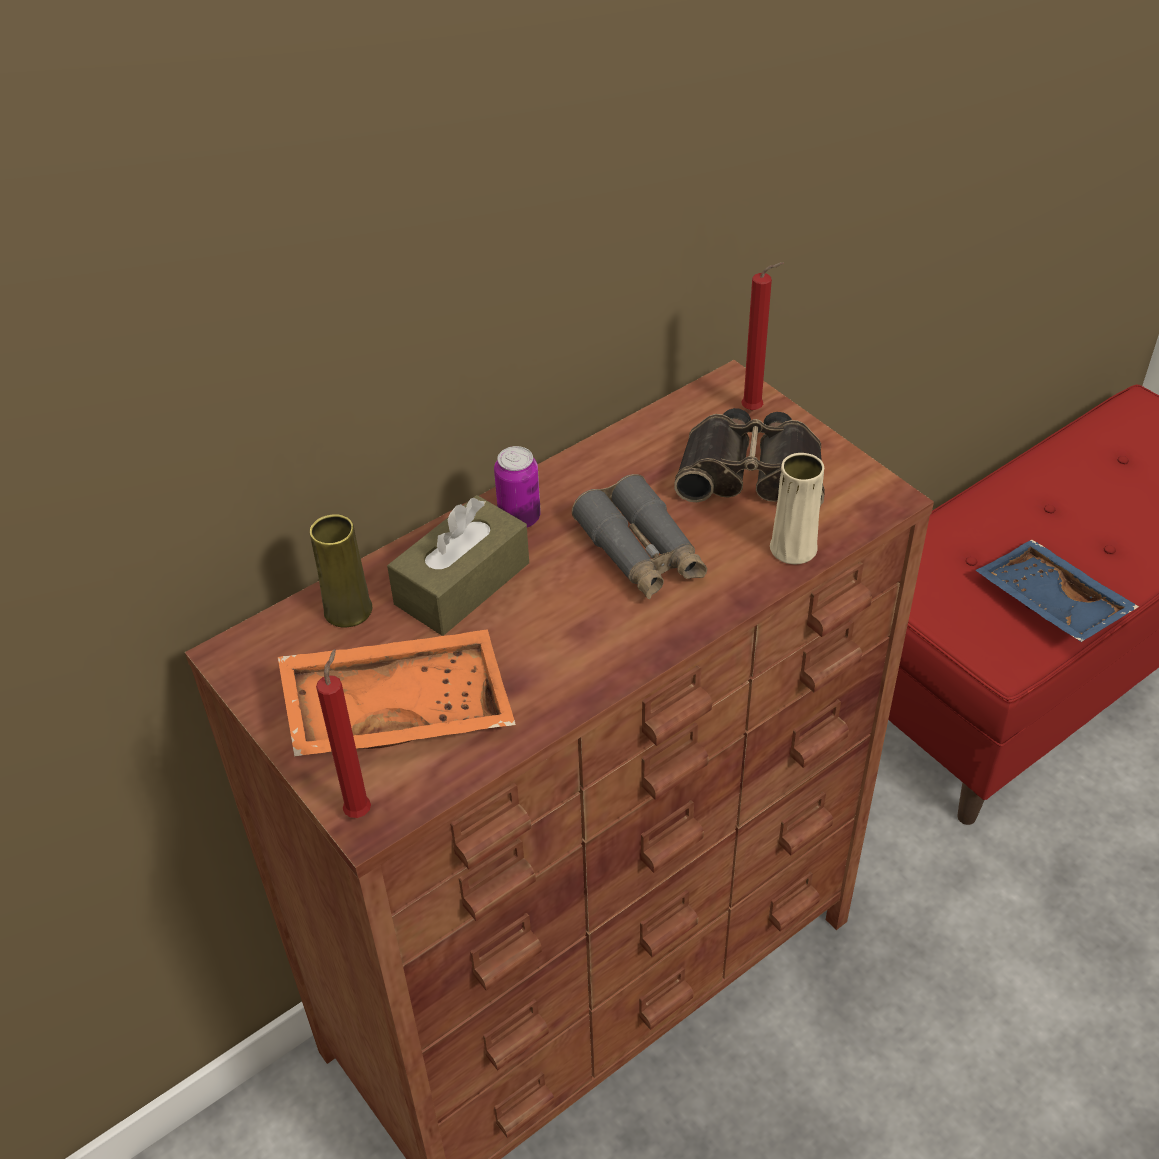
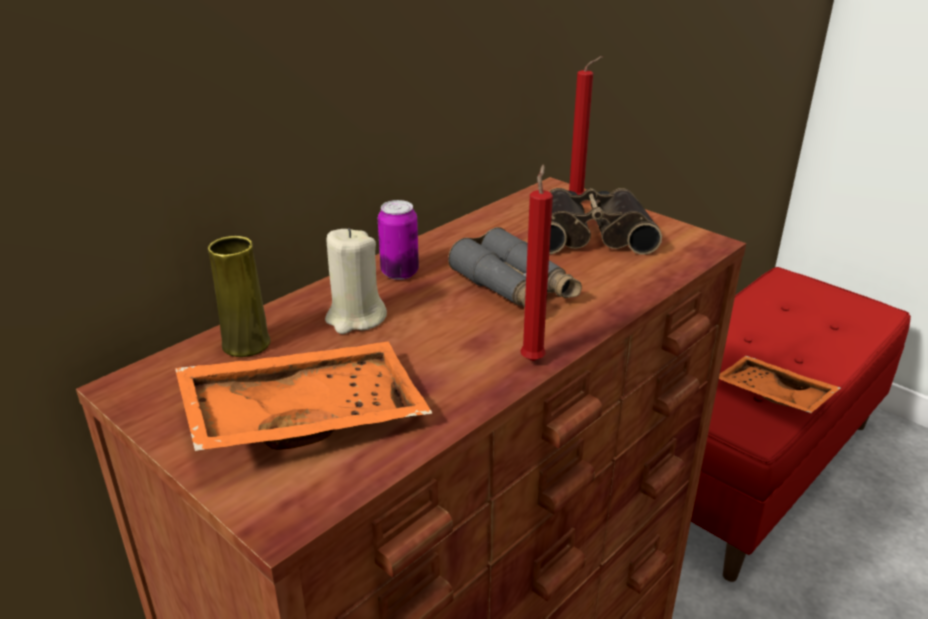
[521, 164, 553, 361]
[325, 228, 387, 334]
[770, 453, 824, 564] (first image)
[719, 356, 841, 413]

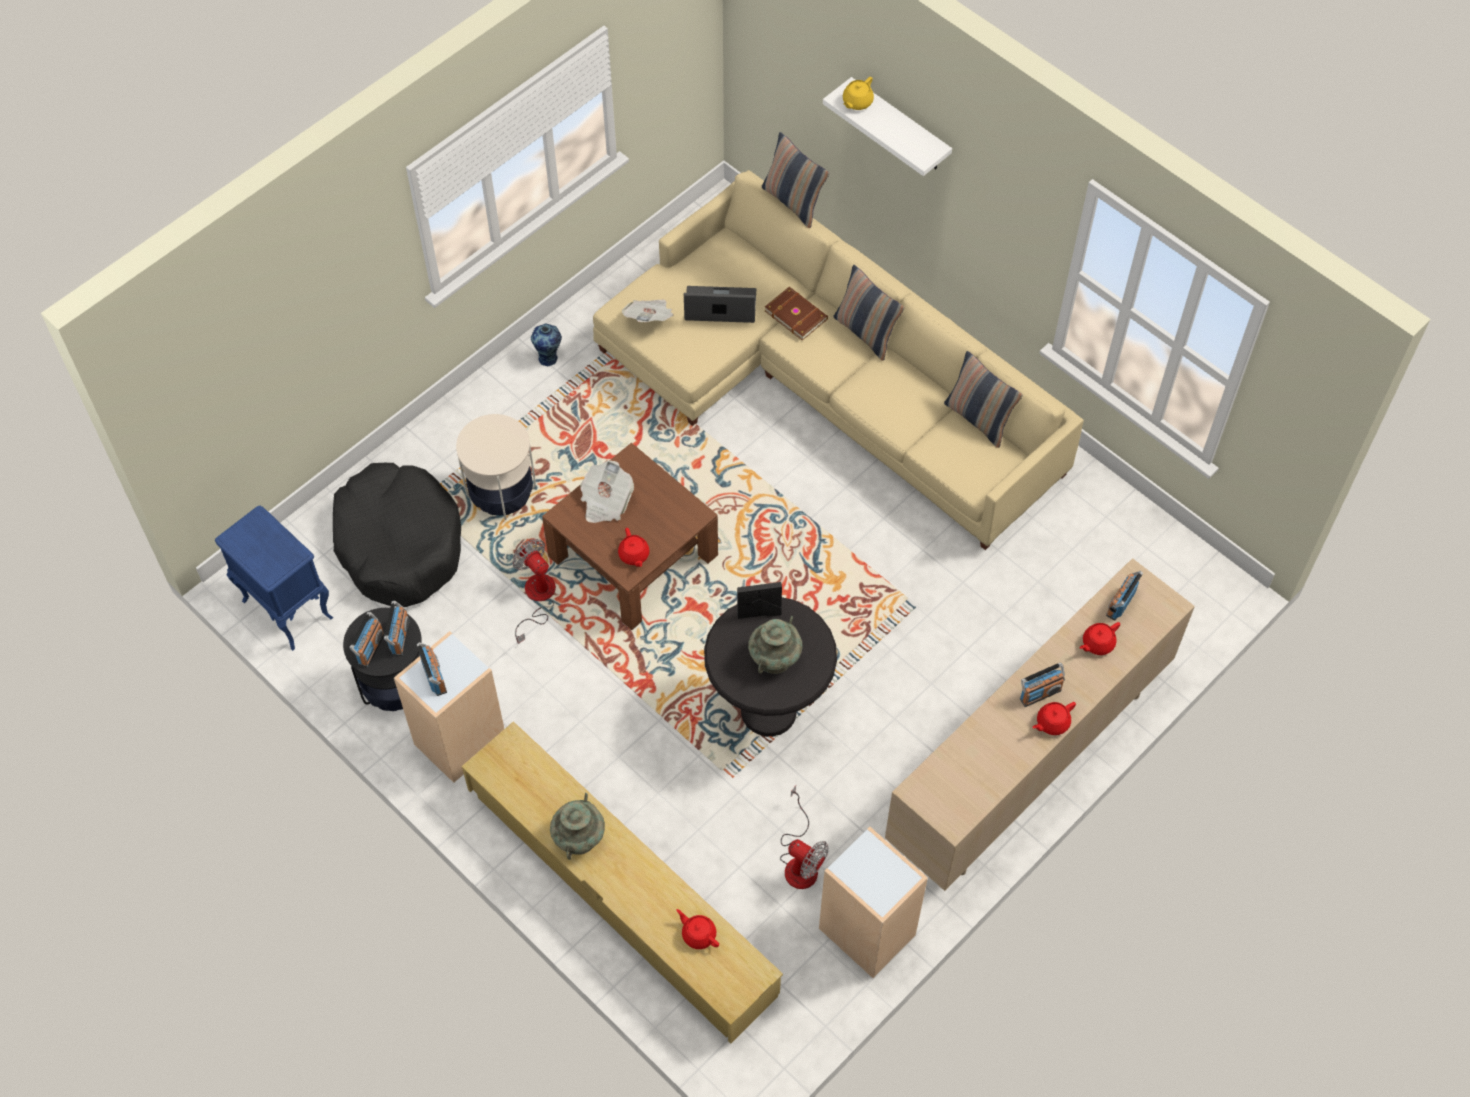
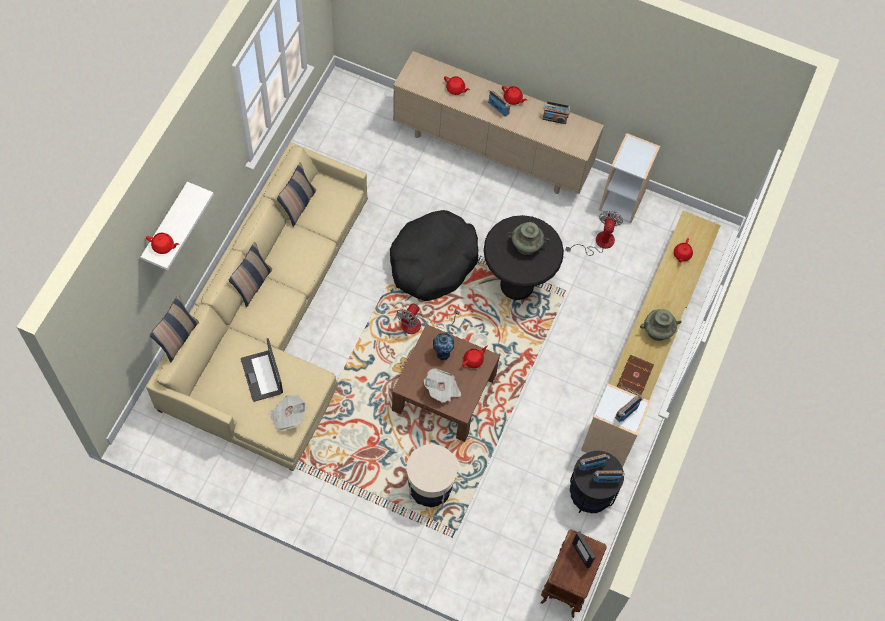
[541, 530, 607, 618]
[390, 210, 478, 301]
[397, 303, 459, 334]
[433, 333, 454, 360]
[572, 531, 595, 569]
[617, 355, 654, 396]
[146, 233, 179, 254]
[542, 101, 570, 124]

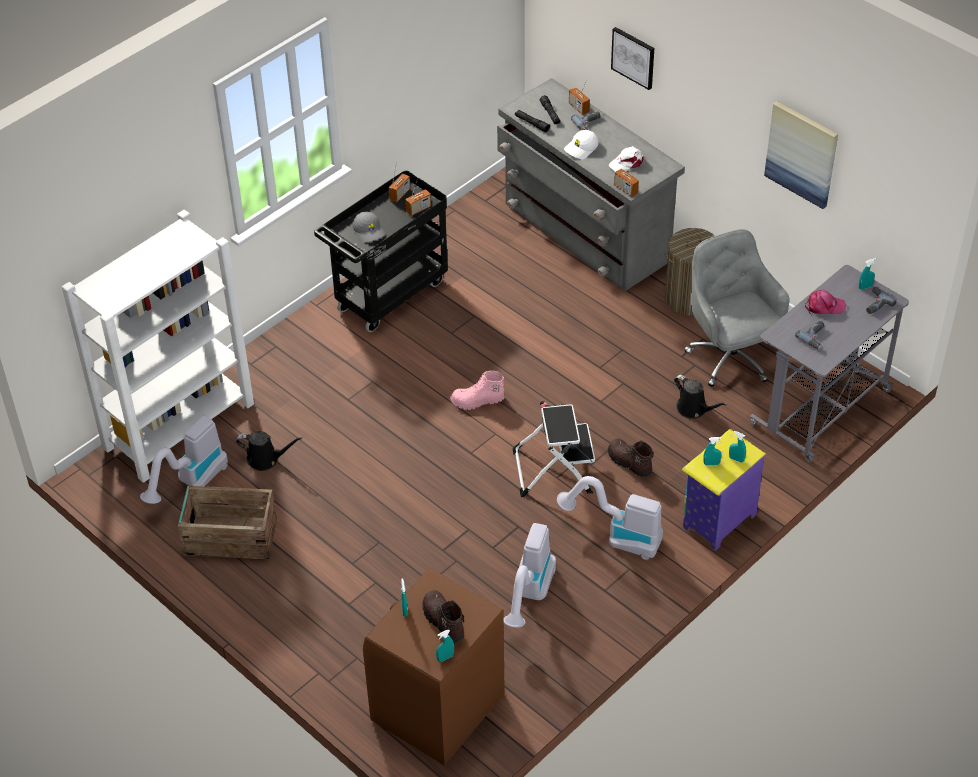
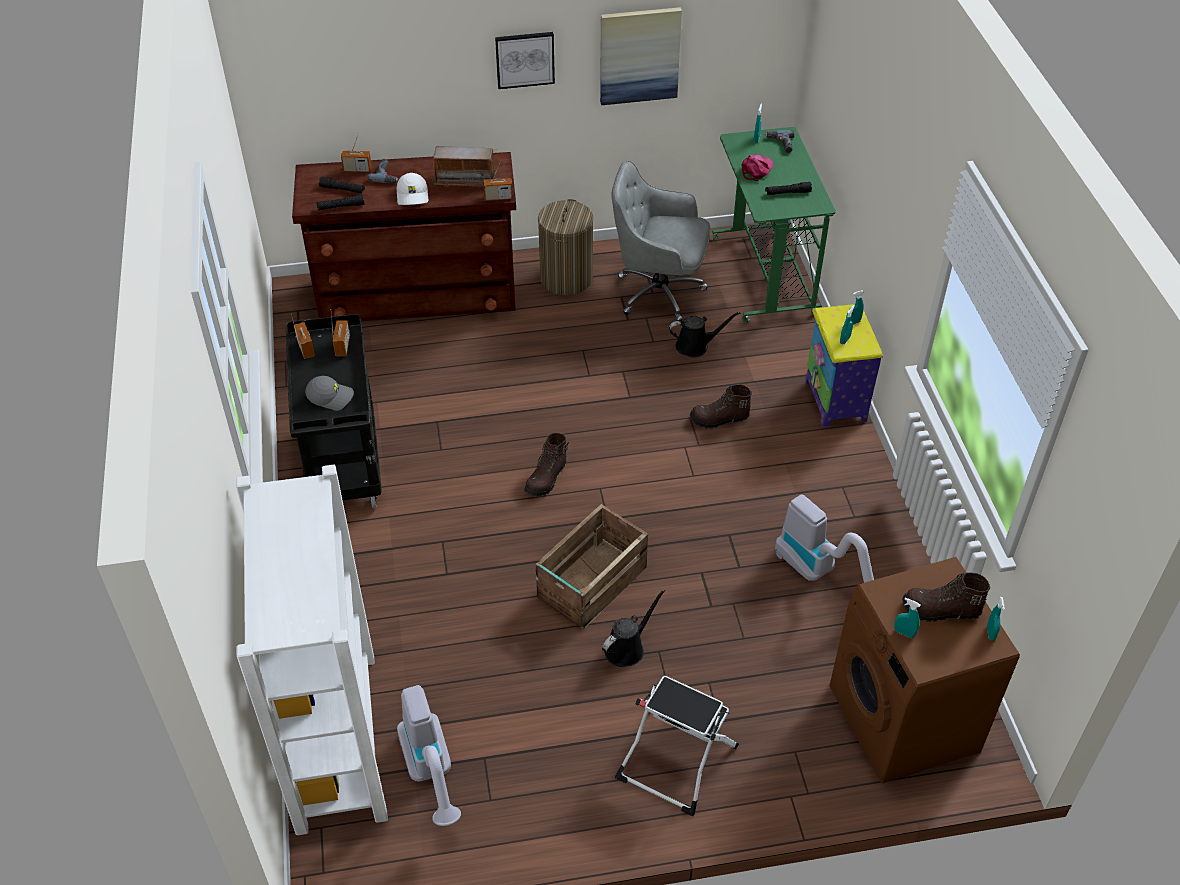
[536, 504, 648, 629]
[602, 589, 665, 667]
[524, 433, 569, 497]
[292, 152, 516, 321]
[615, 676, 739, 816]
[557, 476, 663, 560] (first image)
[432, 146, 496, 187]
[495, 32, 555, 89]
[712, 127, 836, 323]
[765, 182, 812, 195]

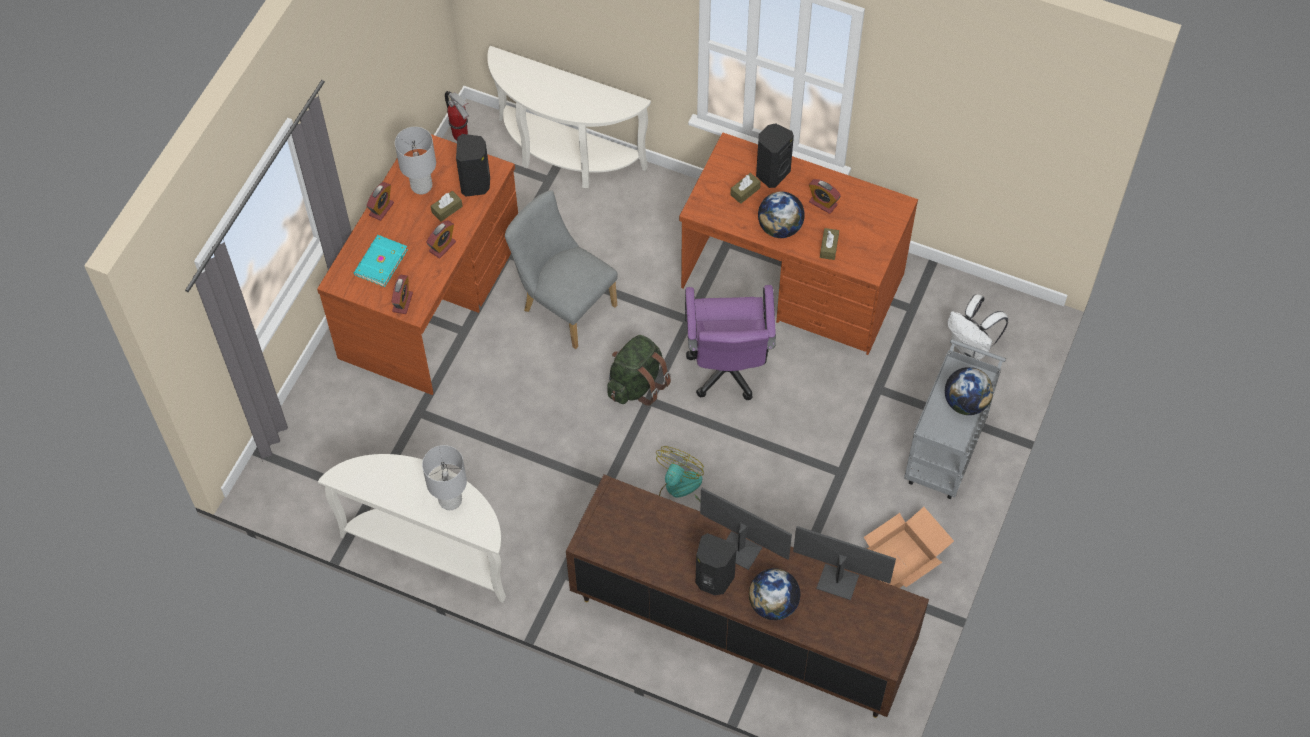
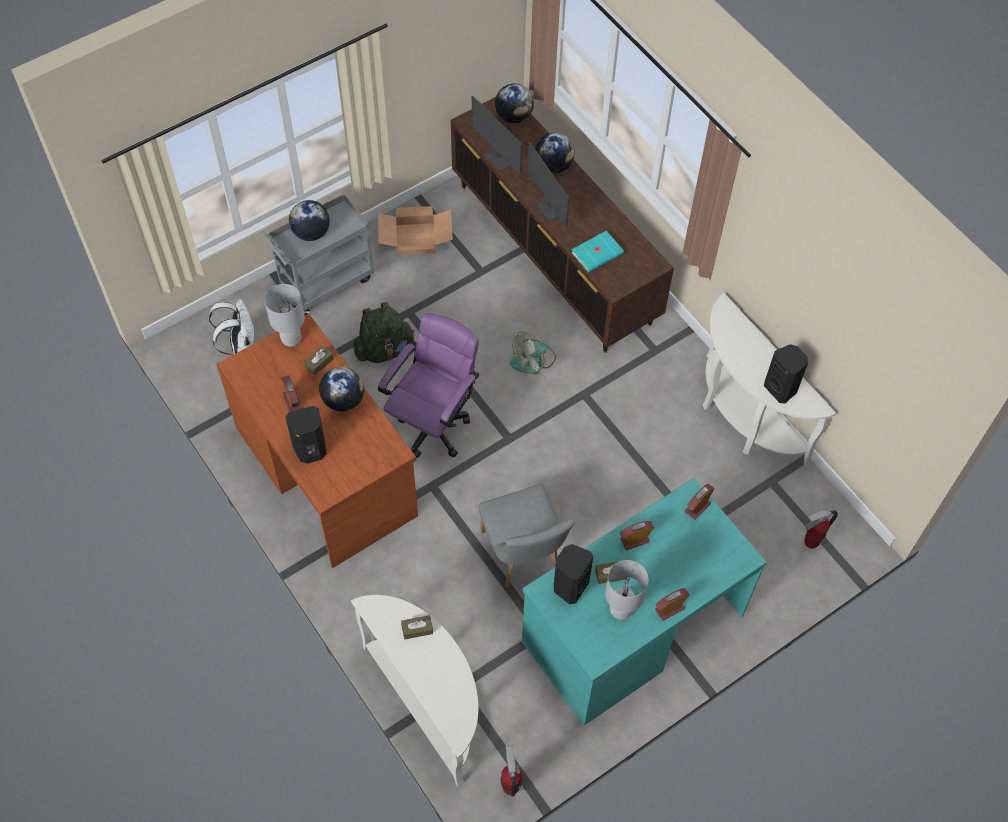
[522, 478, 767, 726]
[572, 231, 624, 273]
[264, 284, 305, 347]
[353, 302, 415, 363]
[764, 344, 808, 403]
[401, 615, 433, 639]
[495, 84, 534, 123]
[804, 510, 838, 549]

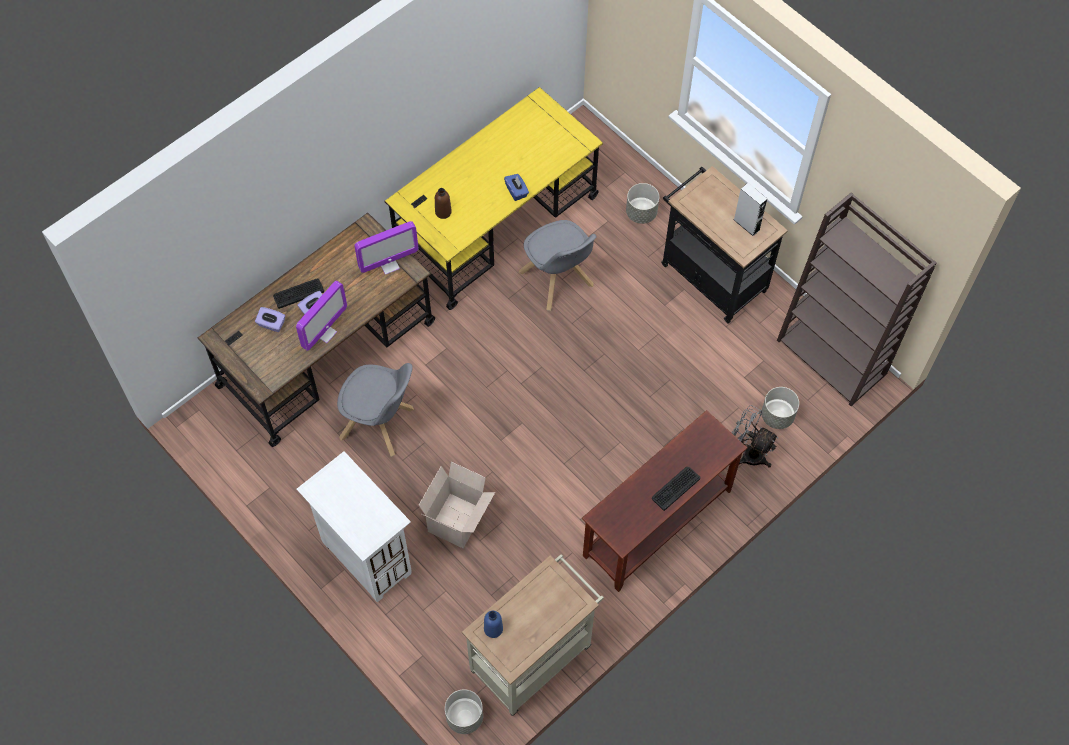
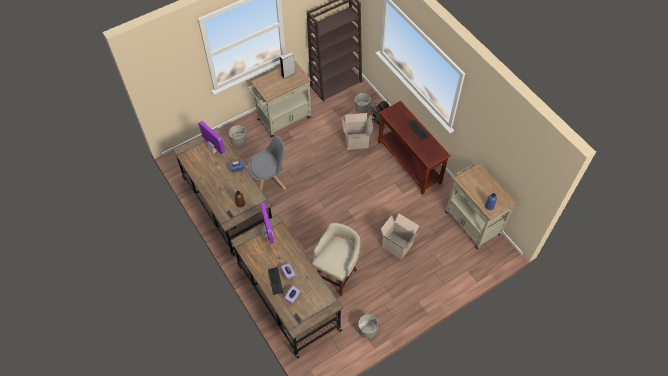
[199, 121, 225, 154]
[297, 451, 412, 602] (first image)
[312, 223, 360, 297]
[172, 128, 272, 256]
[358, 315, 378, 339]
[248, 61, 311, 138]
[342, 113, 373, 150]

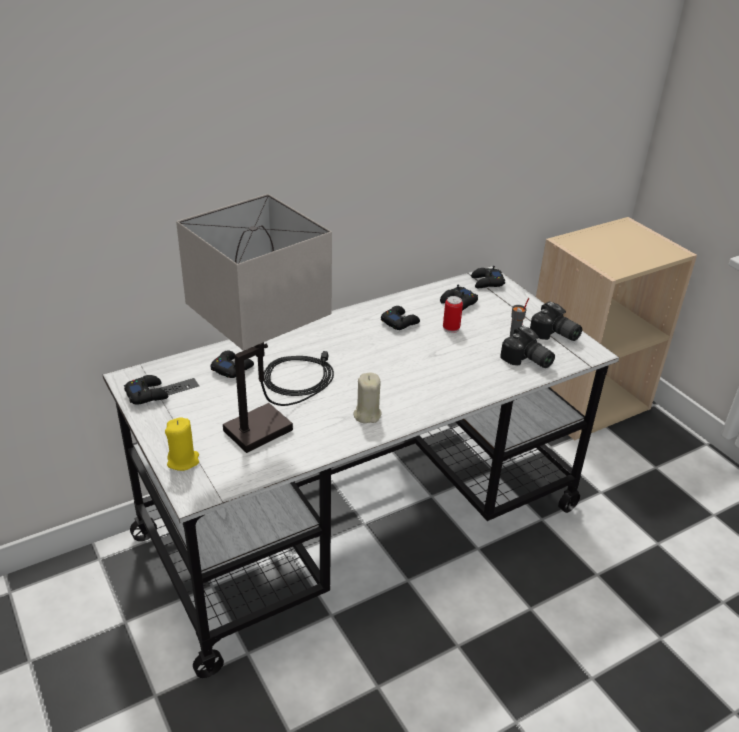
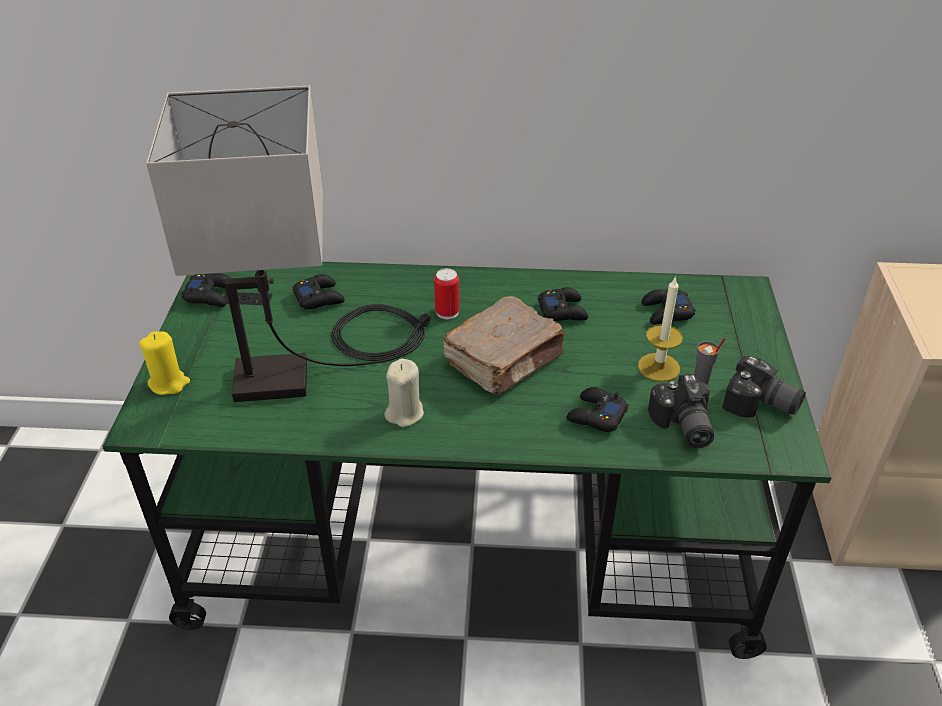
[103, 262, 832, 659]
[434, 268, 459, 319]
[566, 387, 629, 432]
[722, 356, 806, 418]
[443, 296, 565, 394]
[638, 276, 683, 382]

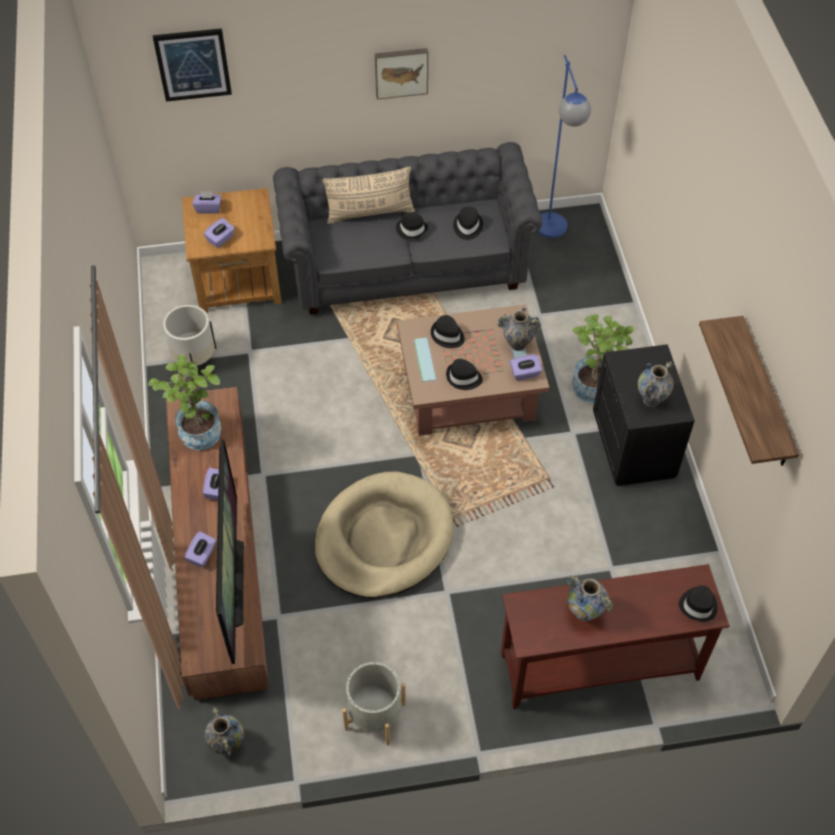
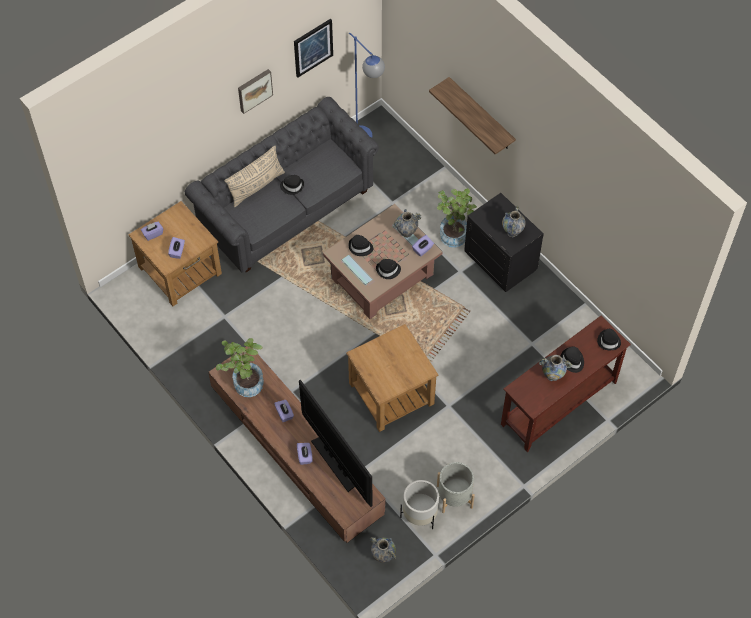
[294, 19, 333, 77]
[400, 480, 439, 530]
[346, 324, 438, 432]
[561, 347, 584, 373]
[429, 77, 516, 155]

